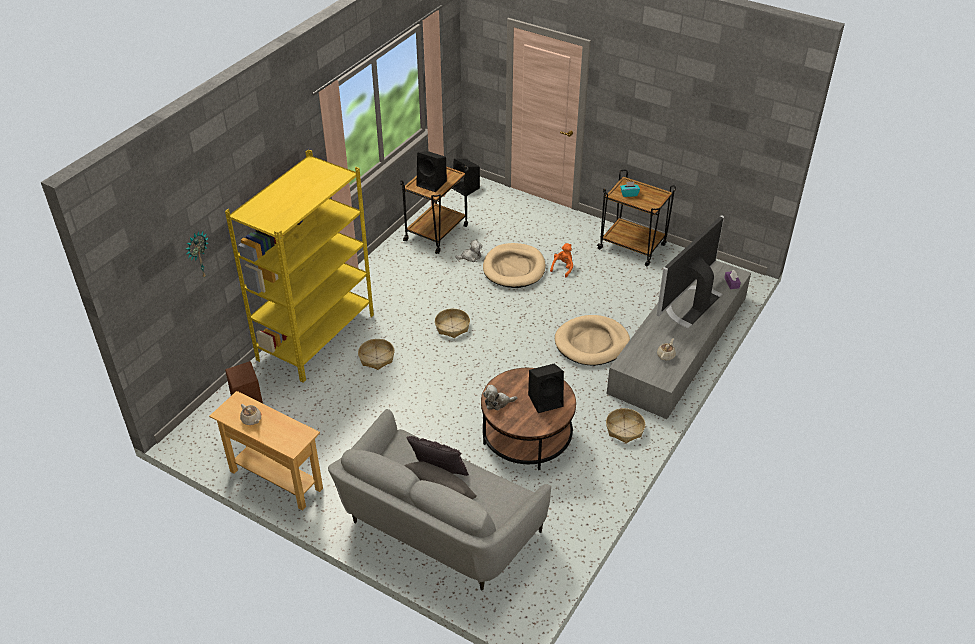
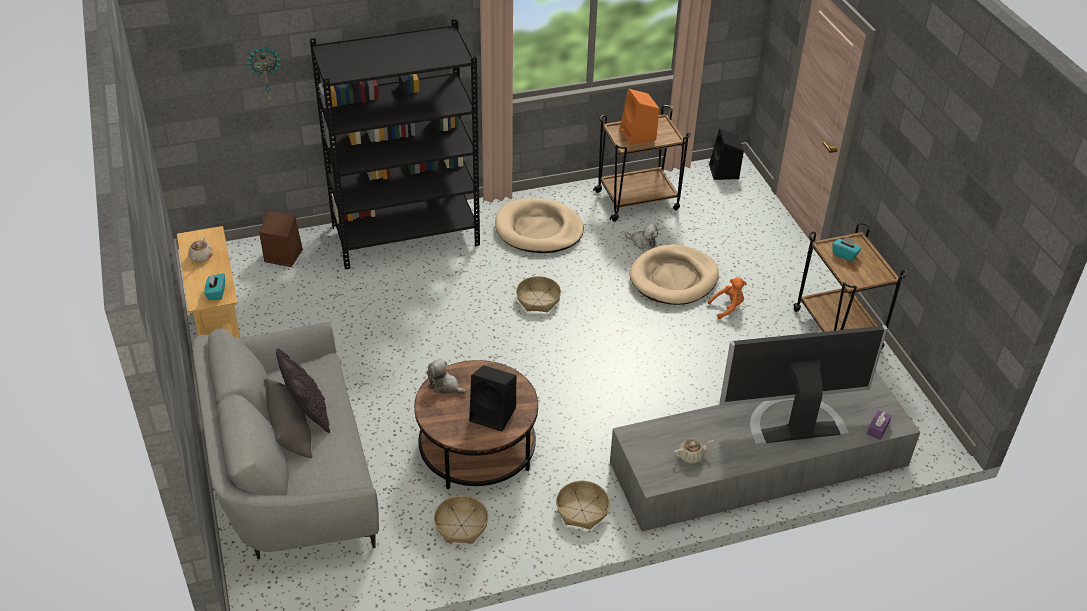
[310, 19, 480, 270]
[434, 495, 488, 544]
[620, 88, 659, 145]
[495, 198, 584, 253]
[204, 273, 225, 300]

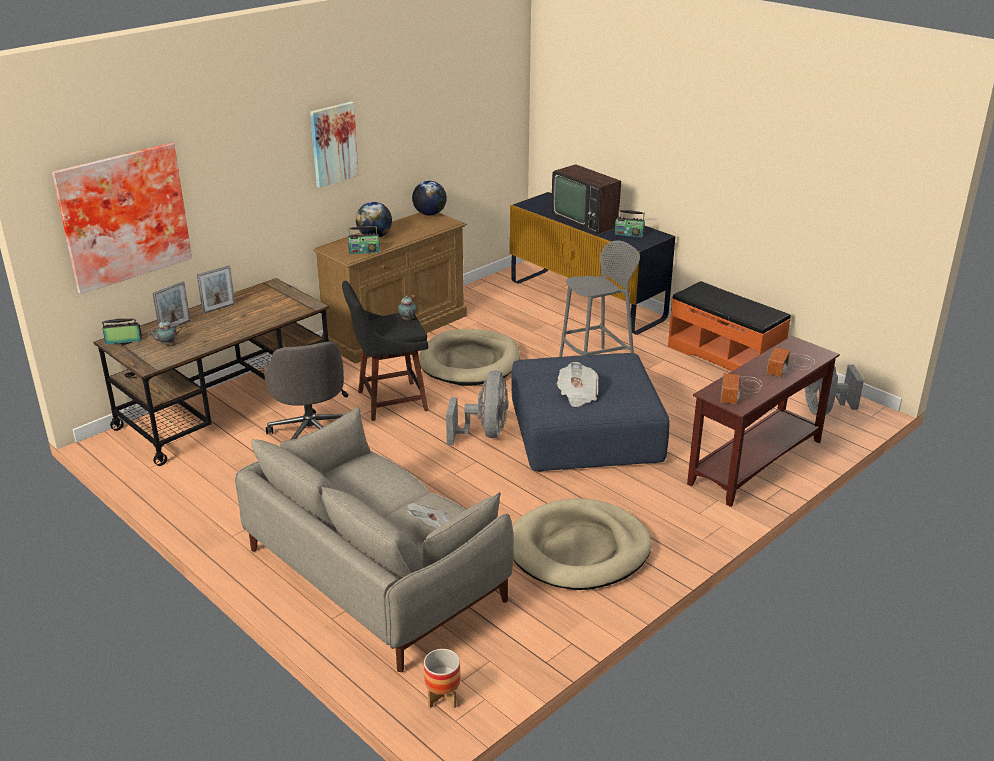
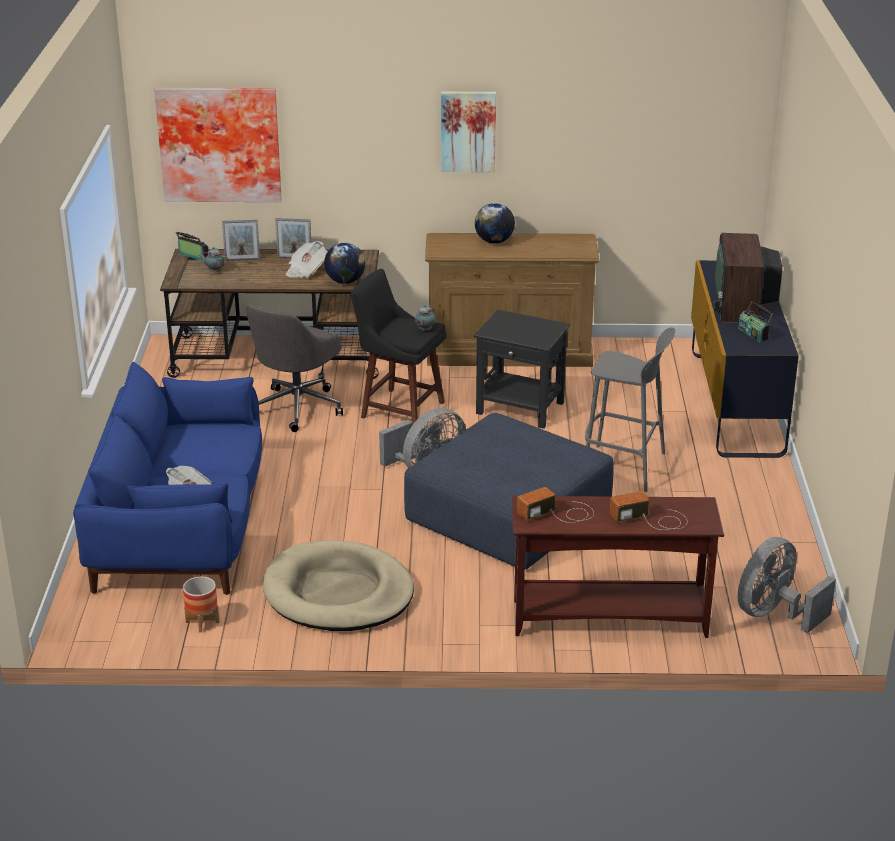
[73, 362, 262, 595]
[348, 226, 380, 254] (first image)
[324, 243, 365, 284]
[474, 310, 570, 429]
[183, 577, 219, 633]
[286, 241, 328, 278]
[668, 281, 791, 372] (first image)

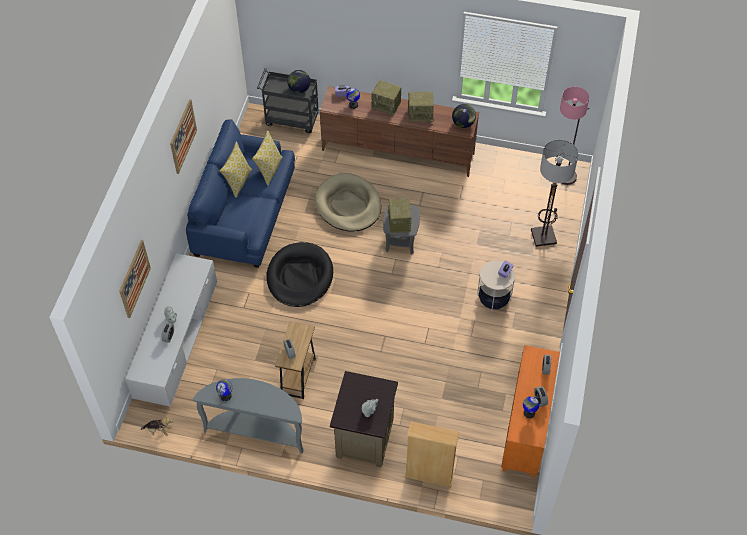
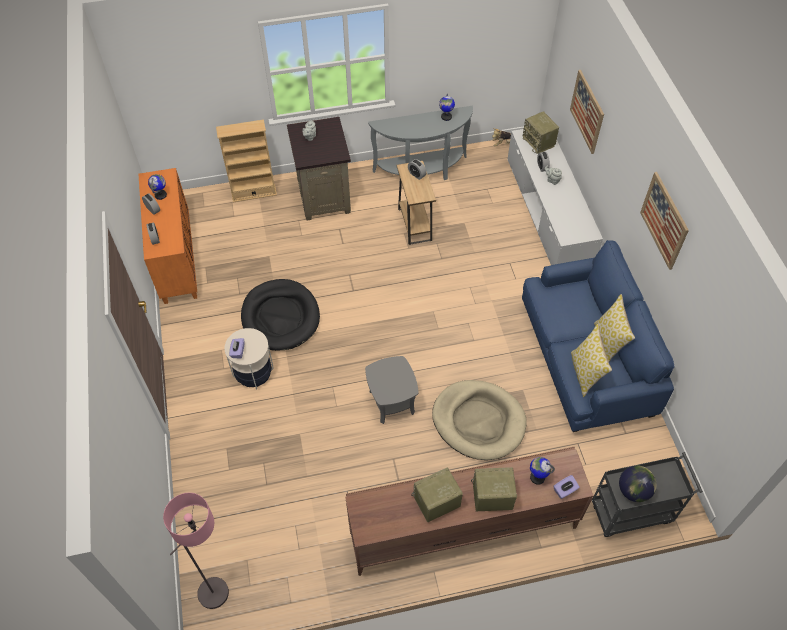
[241, 279, 320, 351]
[523, 111, 559, 154]
[452, 104, 476, 128] (first image)
[531, 140, 578, 247] (first image)

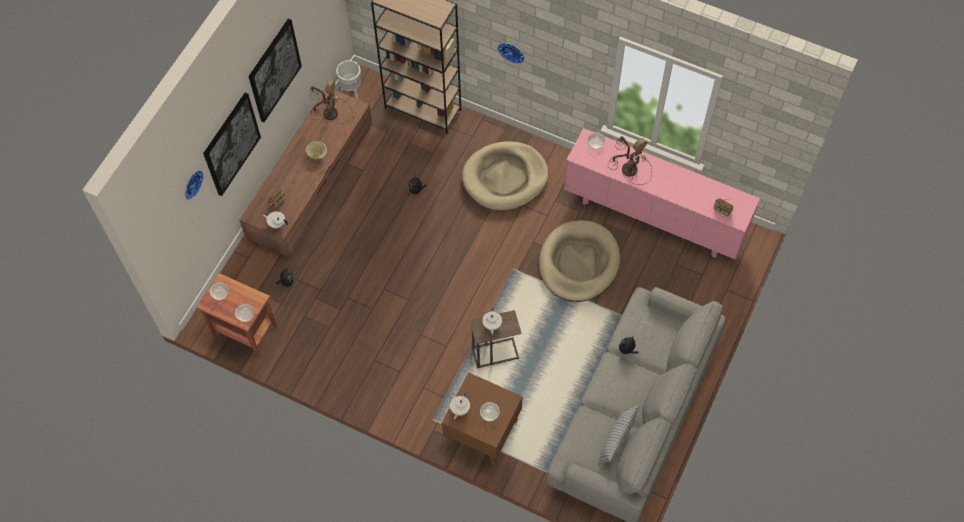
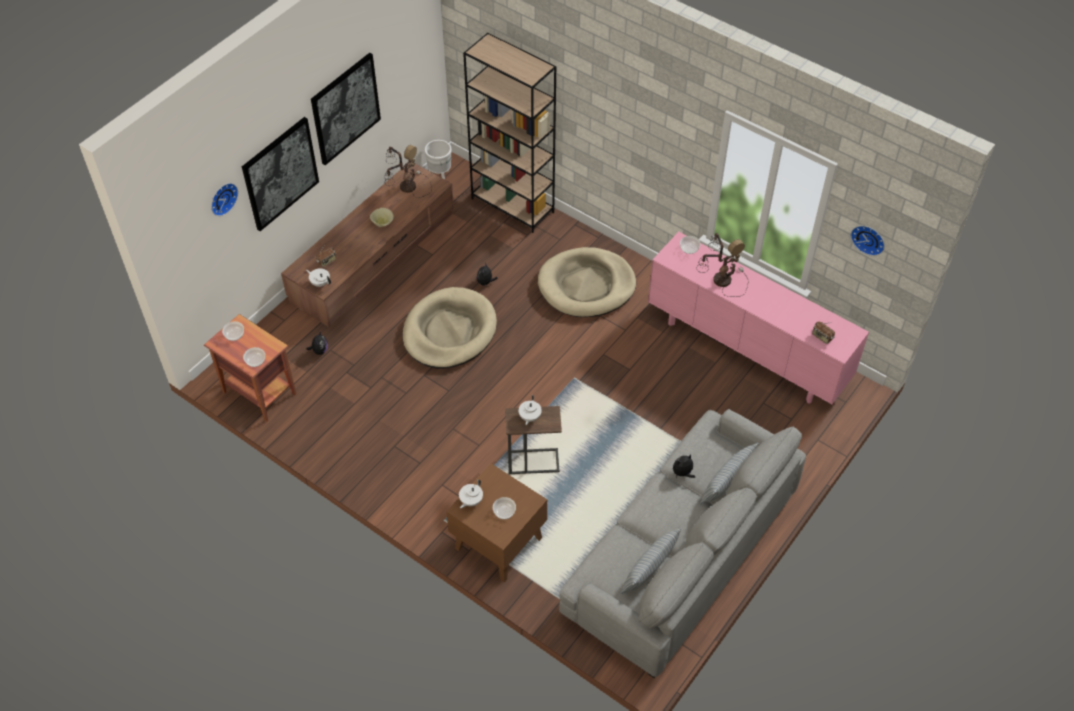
[851, 226, 885, 256]
[403, 287, 497, 369]
[700, 443, 758, 505]

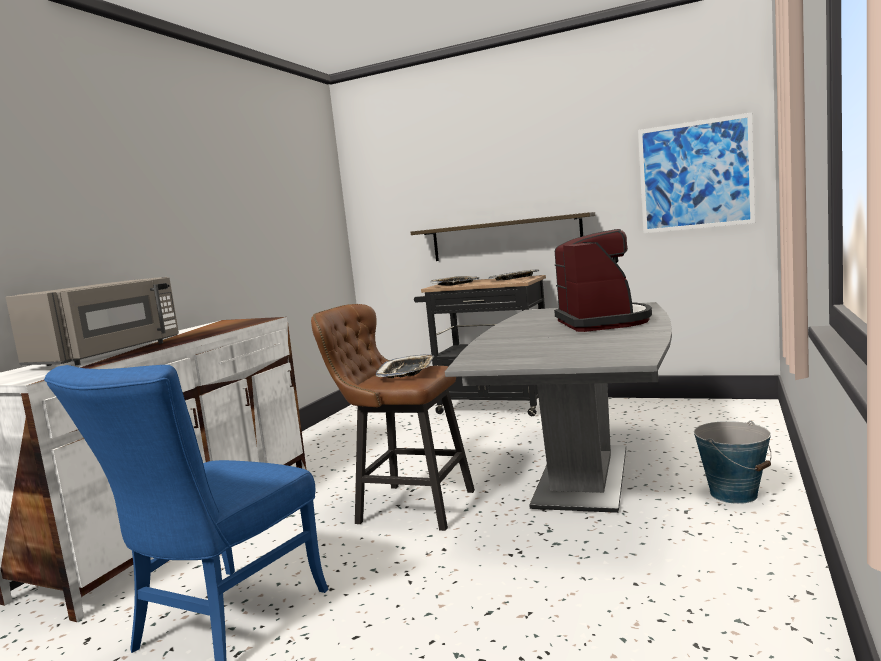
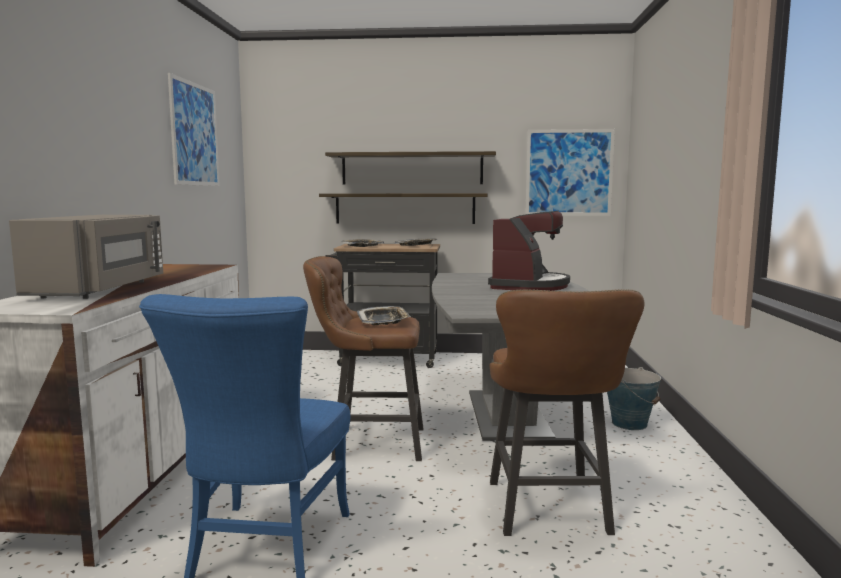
[488, 211, 570, 291]
[168, 73, 220, 186]
[325, 151, 496, 184]
[490, 289, 645, 536]

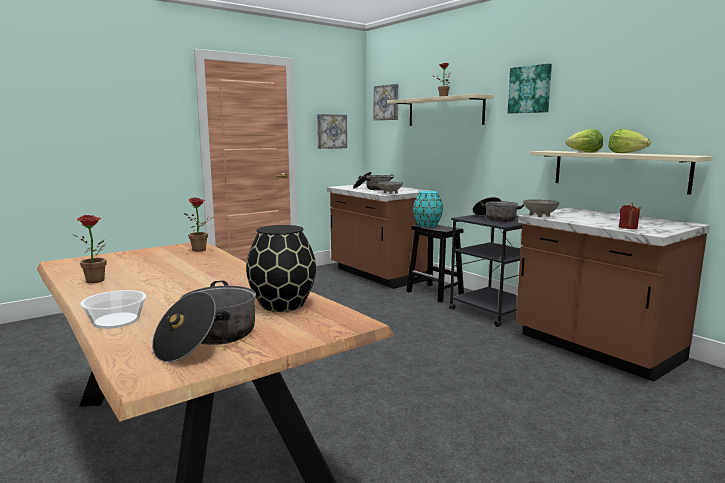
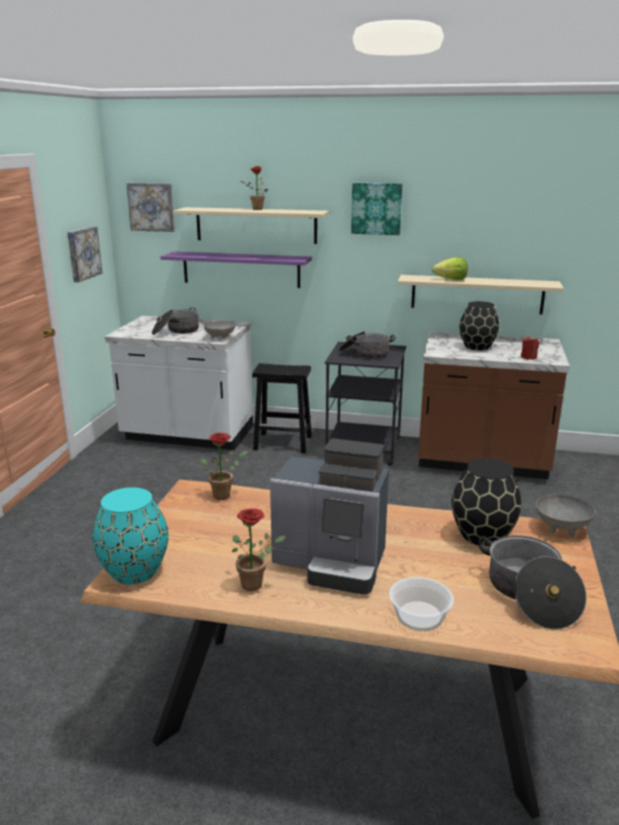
[105, 316, 253, 450]
[92, 487, 168, 585]
[535, 494, 596, 537]
[608, 129, 650, 153] (first image)
[160, 251, 312, 288]
[270, 438, 389, 595]
[459, 301, 499, 350]

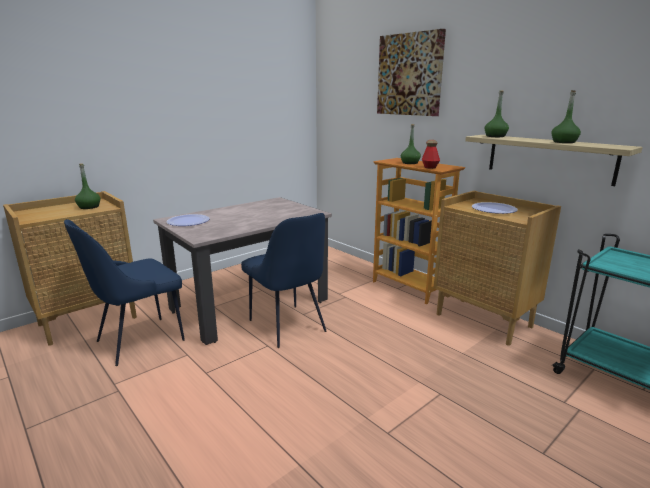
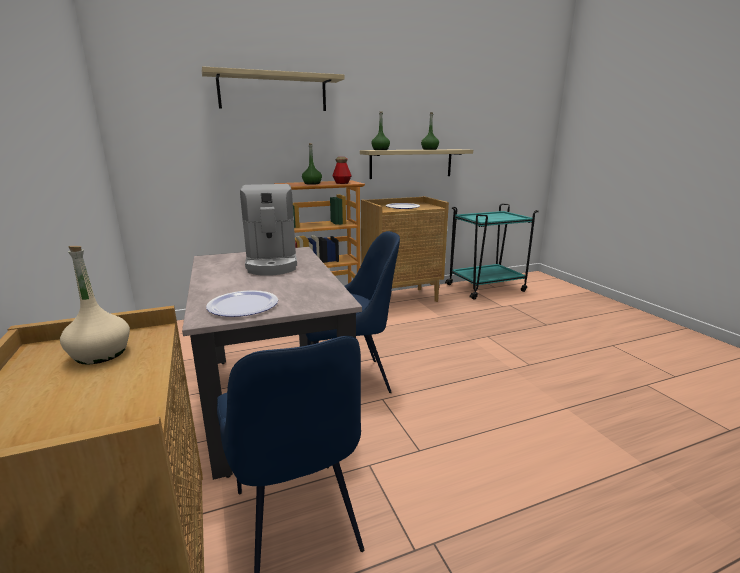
[60, 246, 130, 365]
[202, 66, 345, 111]
[240, 184, 297, 276]

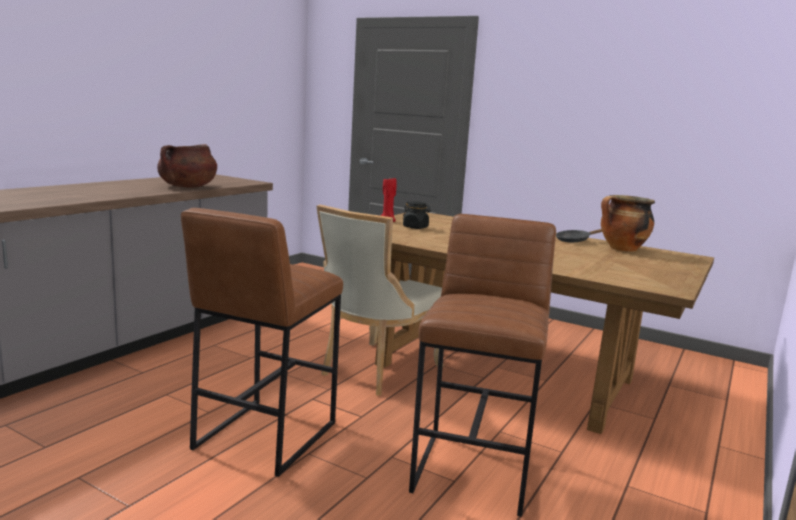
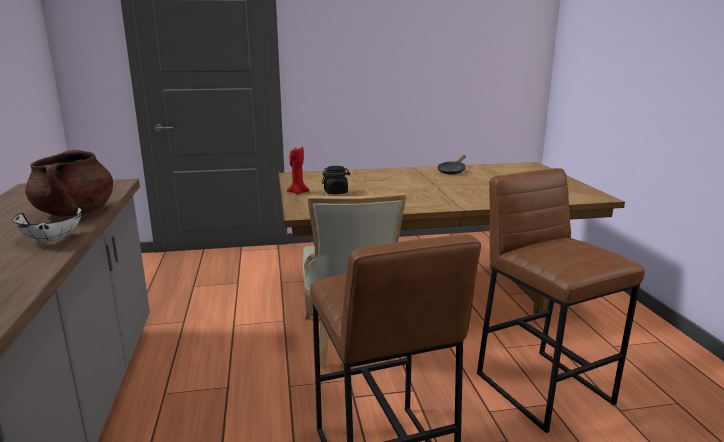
[601, 195, 655, 252] (first image)
[13, 207, 82, 242]

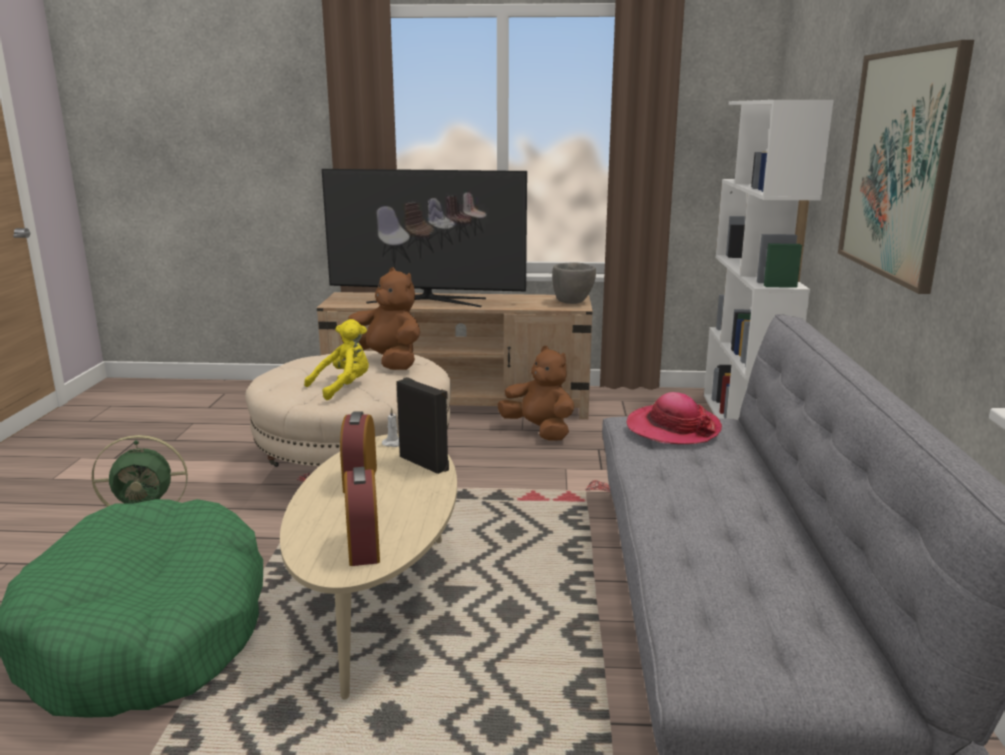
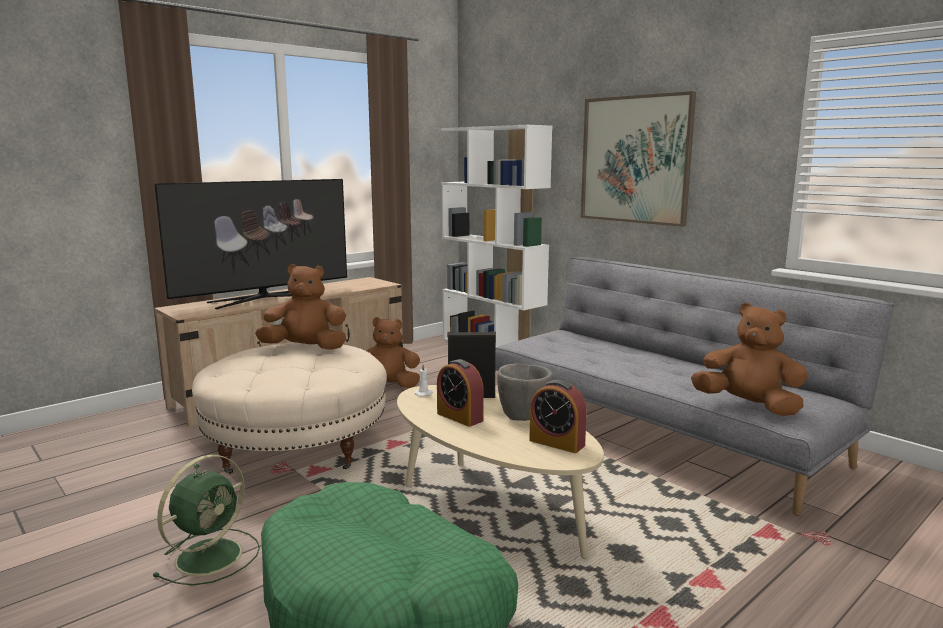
[304, 319, 369, 400] (first image)
[497, 364, 553, 421]
[626, 392, 722, 444] (first image)
[691, 303, 808, 416]

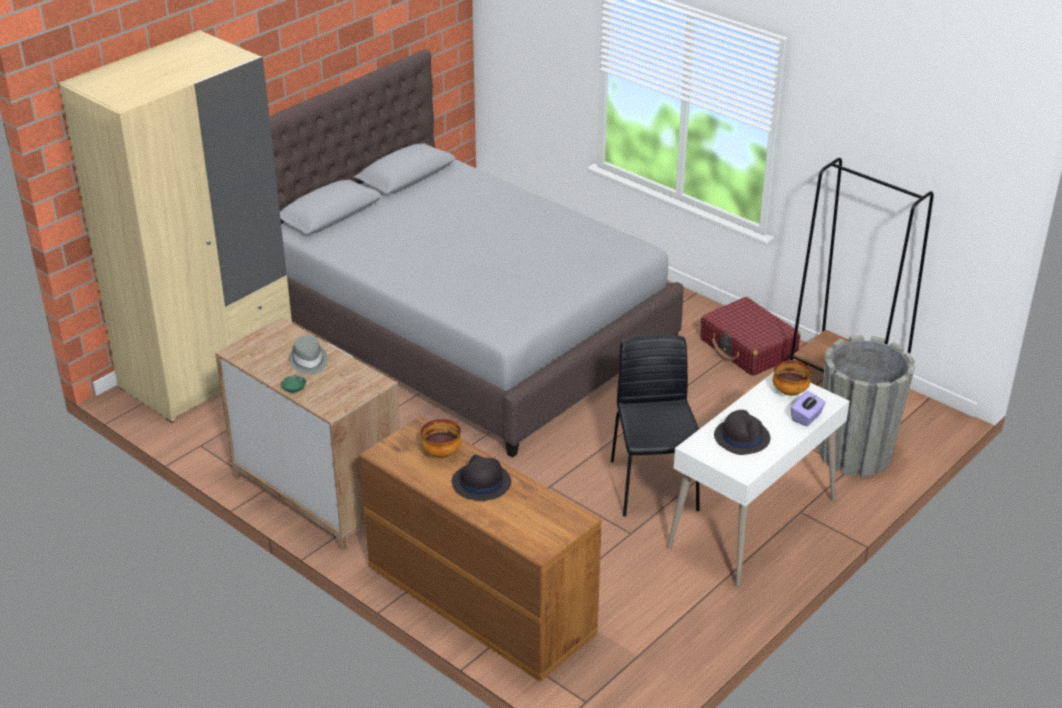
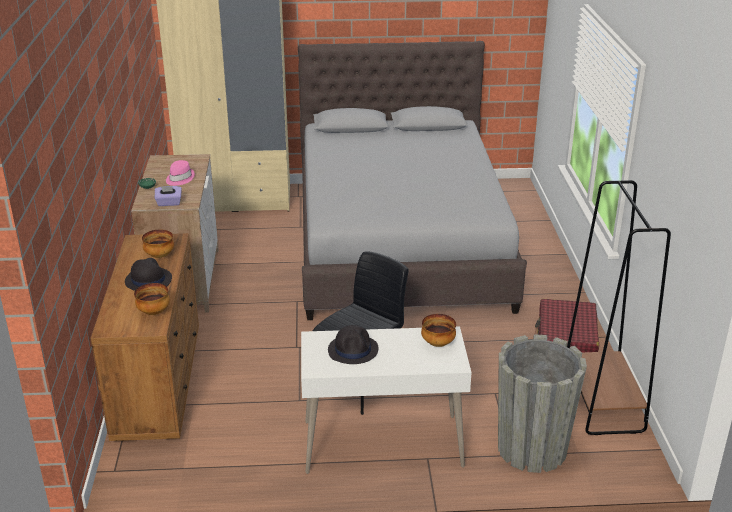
[166, 160, 195, 186]
[154, 186, 182, 206]
[134, 283, 170, 315]

